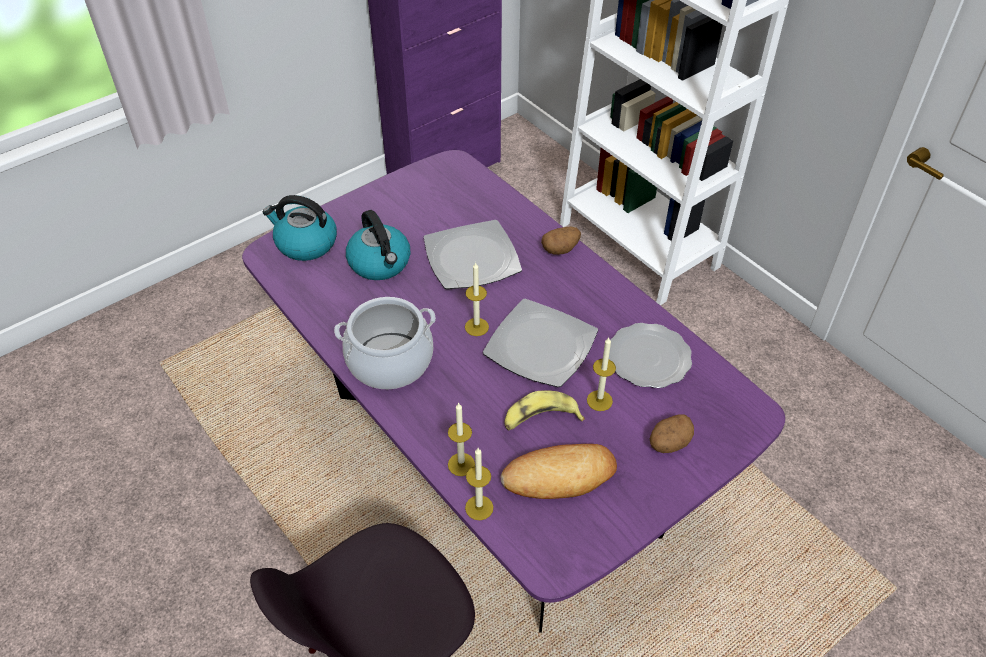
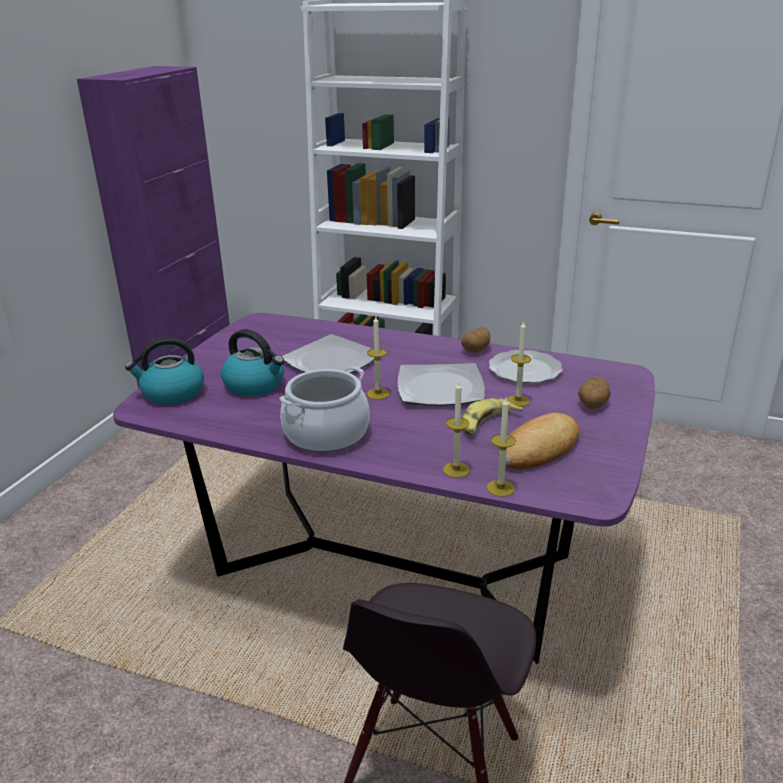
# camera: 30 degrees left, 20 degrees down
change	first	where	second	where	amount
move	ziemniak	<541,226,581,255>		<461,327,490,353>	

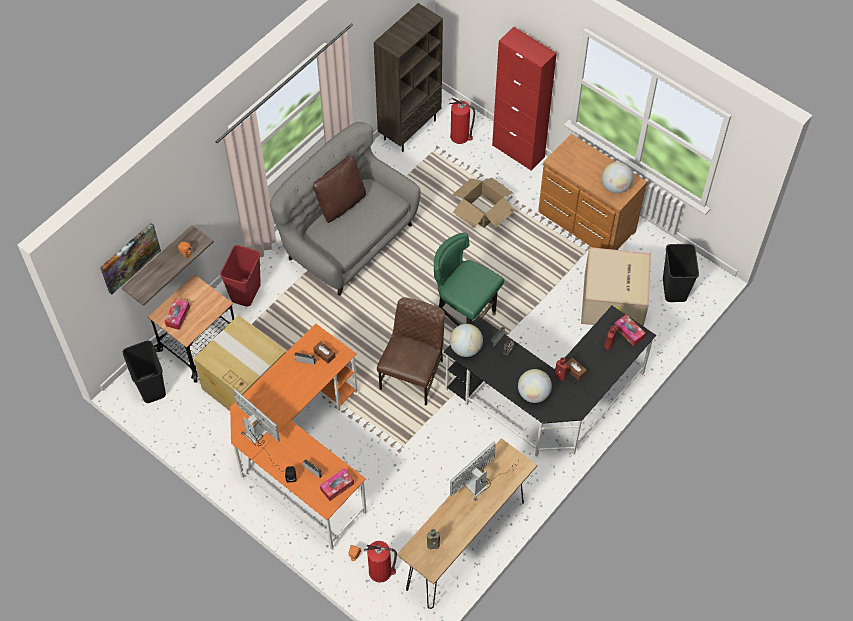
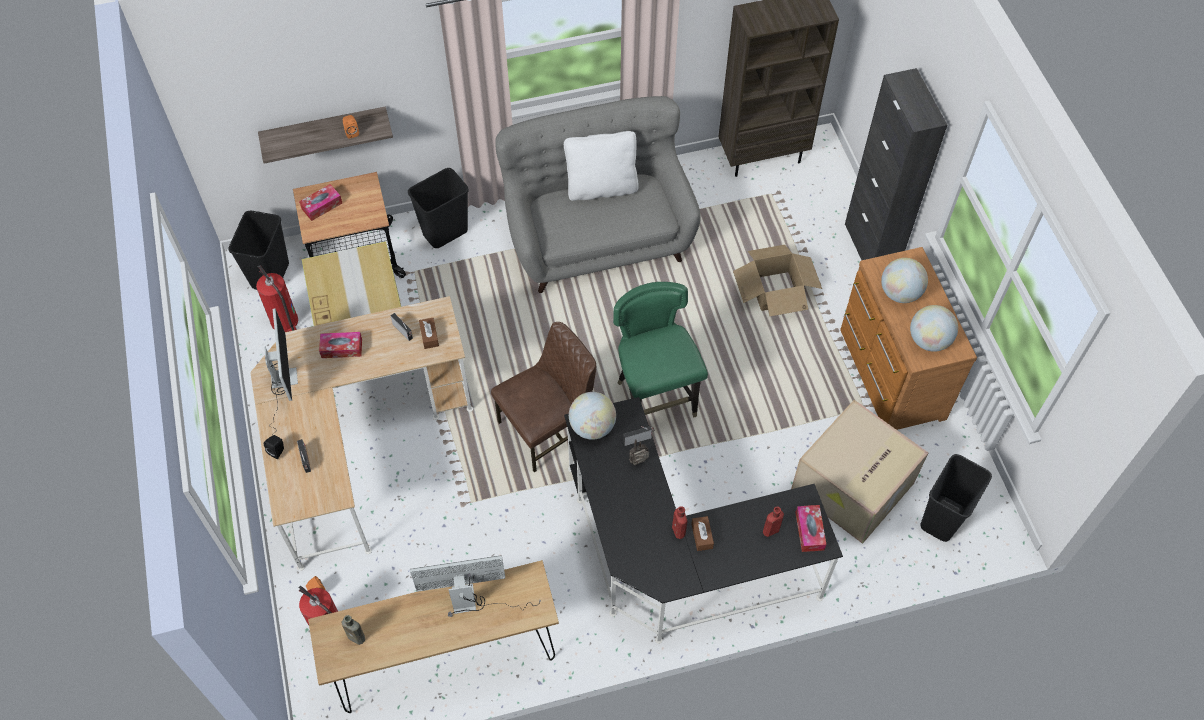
# camera: 35 degrees right, 0 degrees up
change	first	where	second	where	amount
delete	obraz	<100,223,161,295>			
move	pudełko chusteczek	<320,468,354,501>		<319,332,362,358>	
move	gaśnica	<449,98,475,144>		<256,265,298,332>	
move	globus	<518,369,552,403>		<881,258,928,303>	
recolor	kosz na śmieci [czerwony]	<220,245,261,306>	kosz na śmieci [czarny]	<408,168,469,248>	
recolor	biurko [pomarańczowy]	<230,324,367,551>	biurko [beżowy]	<250,296,473,571>	
recolor	poduszka [brązowy]	<313,156,366,223>	poduszka [biały]	<564,131,639,201>	
recolor	szafka [czerwony]	<492,27,557,171>	szafka [czarny]	<845,68,947,260>	

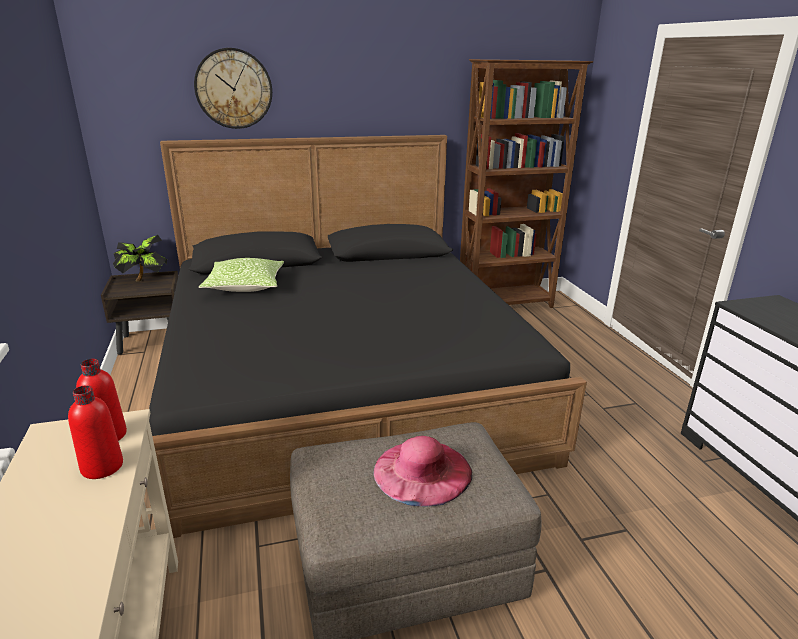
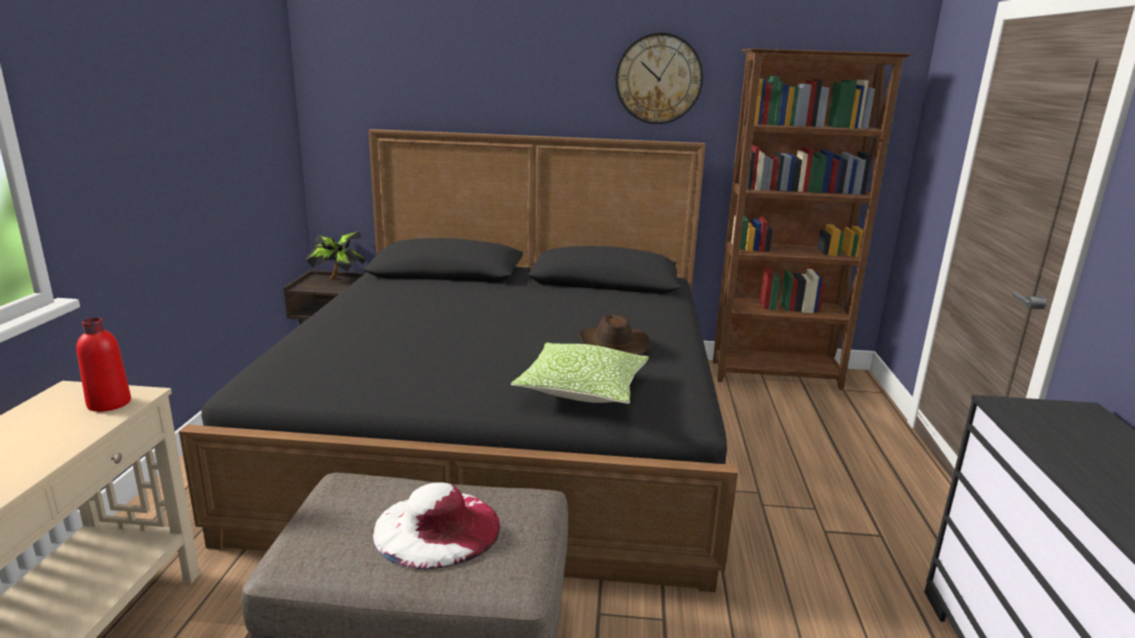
# camera: 20 degrees right, 5 degrees down
change	first	where	second	where	amount
delete	butelka [czerwony]	<68,385,123,479>			
insert			kapelusz [brązowy]	<579,314,650,355>	
move	zegar ścienny	<194,48,272,129>		<615,32,703,124>	
move	poduszka	<199,258,284,292>		<511,342,649,404>	
recolor	kapelusz [różowy]	<373,436,472,507>	kapelusz [biały]	<373,482,500,570>	

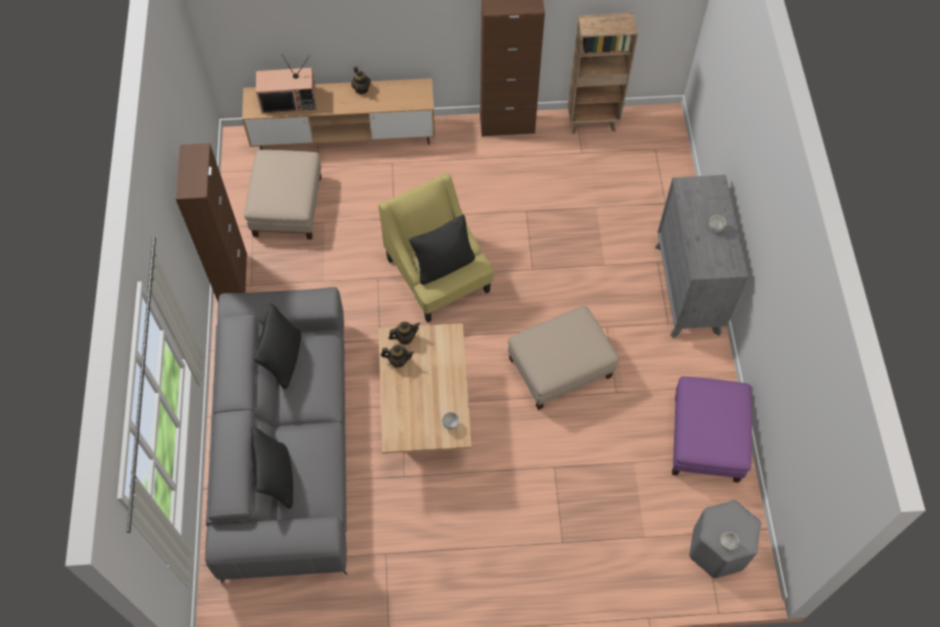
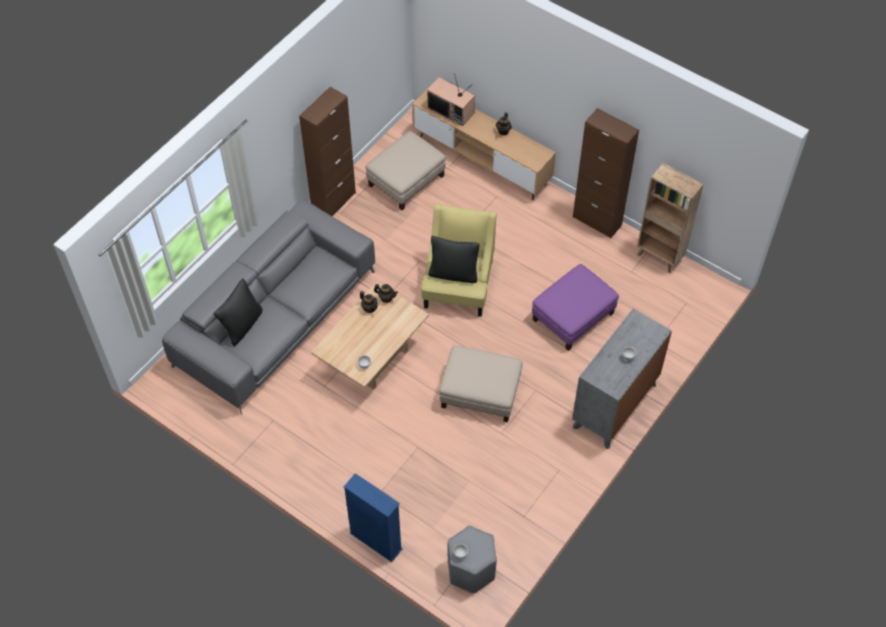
# camera: 40 degrees right, 5 degrees down
change	first	where	second	where	amount
delete	poduszka [czarny]	<254,304,301,389>			
insert			regał [niebieski]	<344,473,403,562>	
move	pufa [fioletowy]	<672,376,752,483>		<532,264,619,351>	

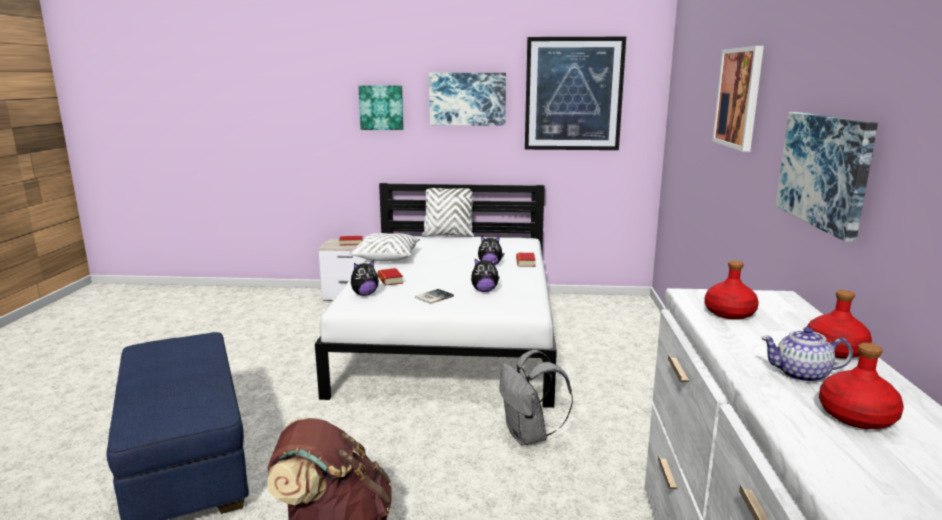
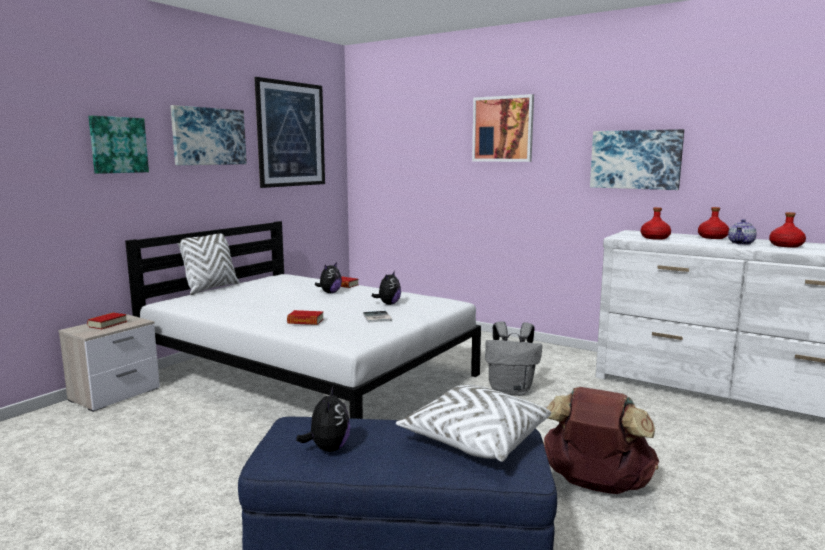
# camera: 60 degrees left, 5 degrees down
change	first	where	second	where	amount
move	poduszka [biały]	<349,233,420,261>		<396,385,551,462>	
move	pluszak	<351,260,379,296>		<296,387,350,452>	

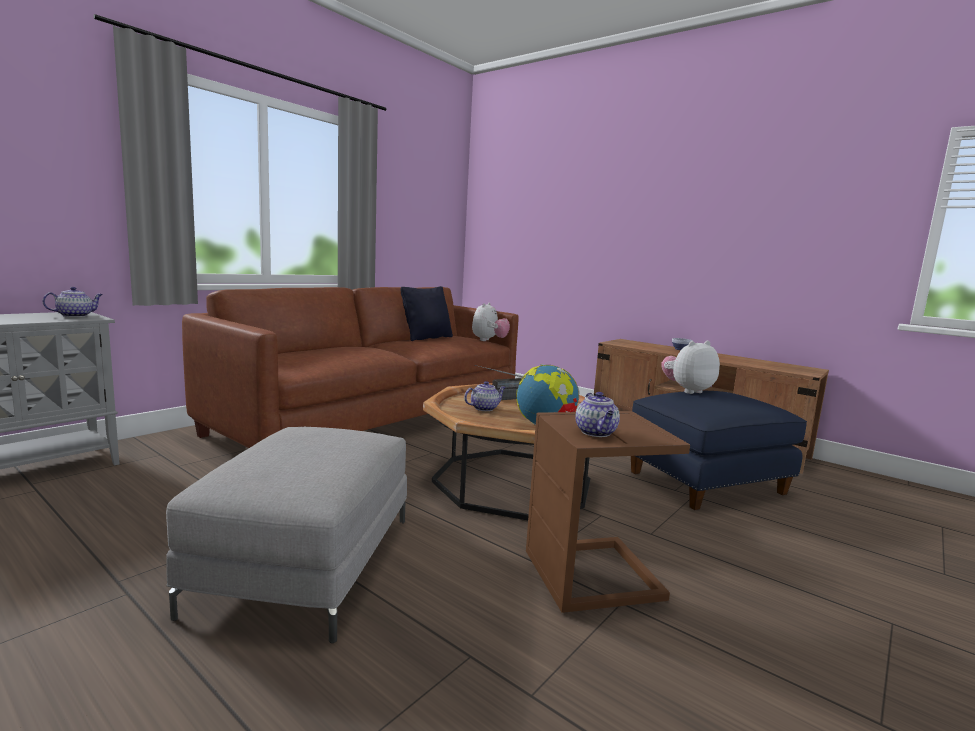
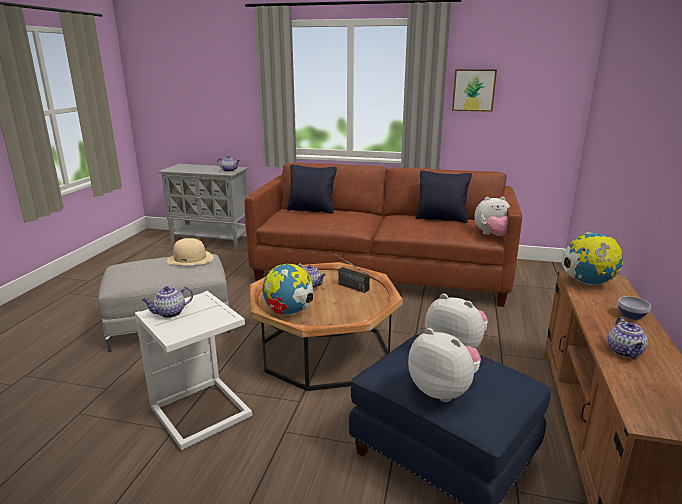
# camera: 65 degrees right, 10 degrees up
change	first	where	second	where	amount
insert			kapelusz [beżowy]	<167,238,214,265>	
insert			poduszka [czarny]	<287,164,337,214>	
insert			pluszak	<408,328,481,402>	
insert			obraz	<452,69,497,112>	
insert			globus	<564,232,623,285>	
insert			imbryk	<608,317,648,358>	
recolor	stolik [brązowy]	<526,411,690,613>	stolik [biały]	<135,291,252,450>	

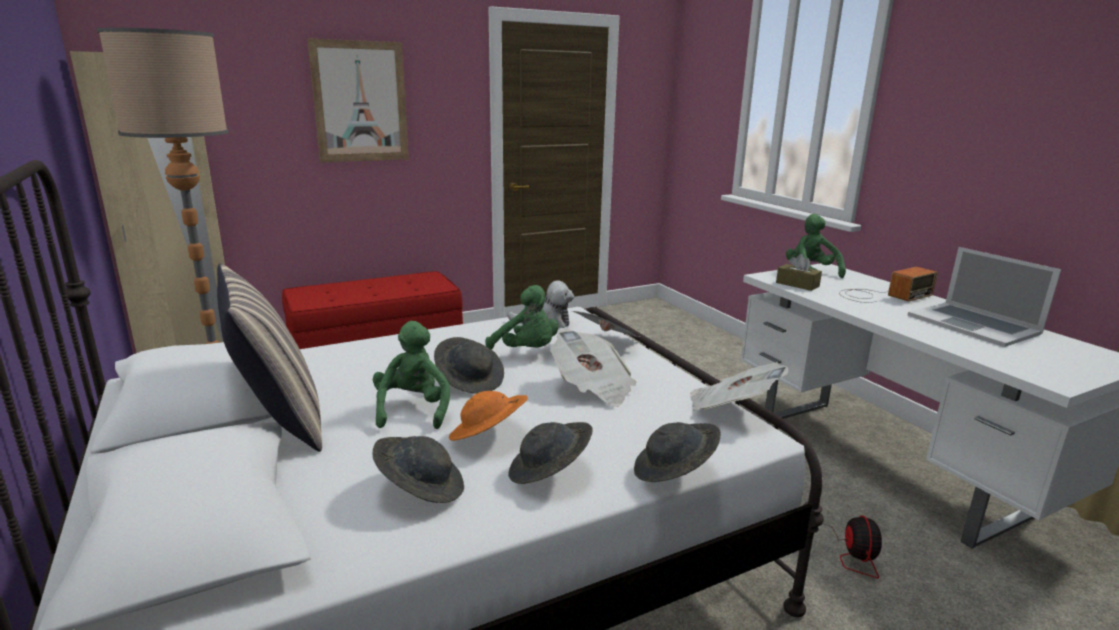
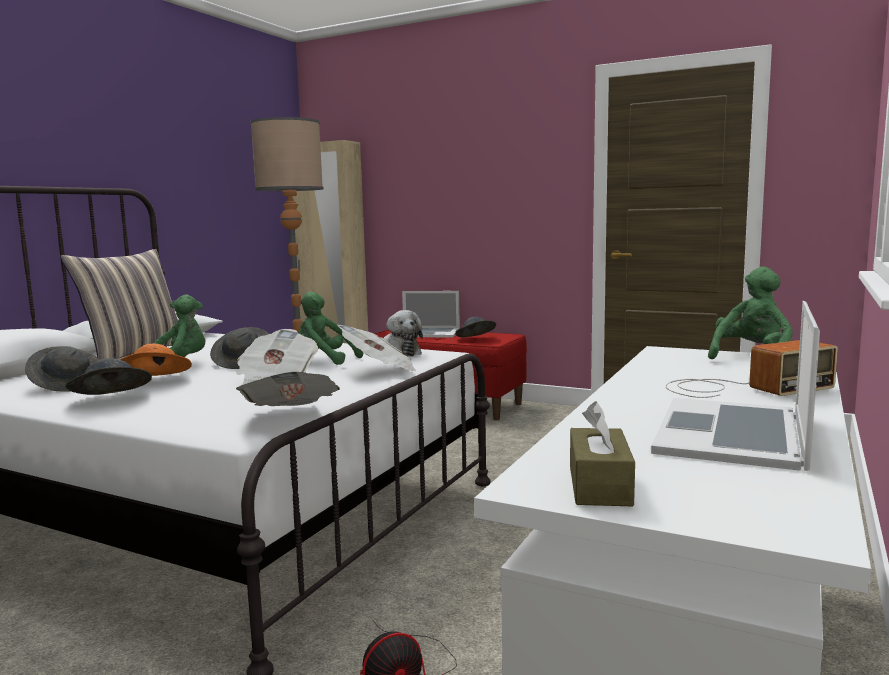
# camera: 55 degrees right, 10 degrees down
change	first	where	second	where	amount
delete	obraz	<307,38,409,163>			
insert			laptop	<402,291,460,338>	
move	kapelusz [szary]	<634,422,721,482>		<455,317,496,337>	
move	pudełko chusteczek [brązowy]	<776,254,822,291>		<570,401,635,506>	
rotate	pluszak [zielony]	<485,285,558,349>		<299,292,363,365>	105 degrees clockwise
rotate	radio	<839,267,938,303>		<666,340,838,398>	45 degrees counterclockwise

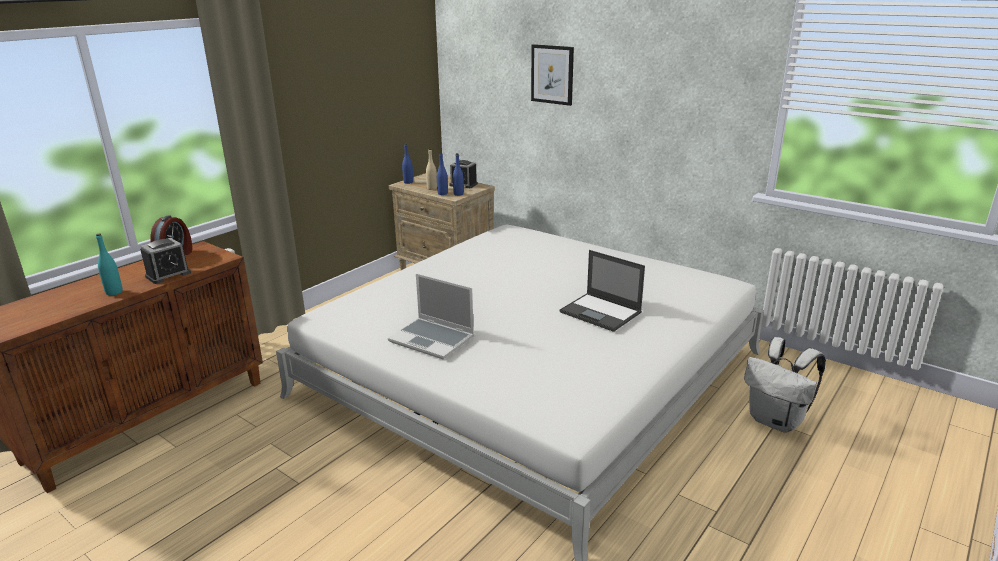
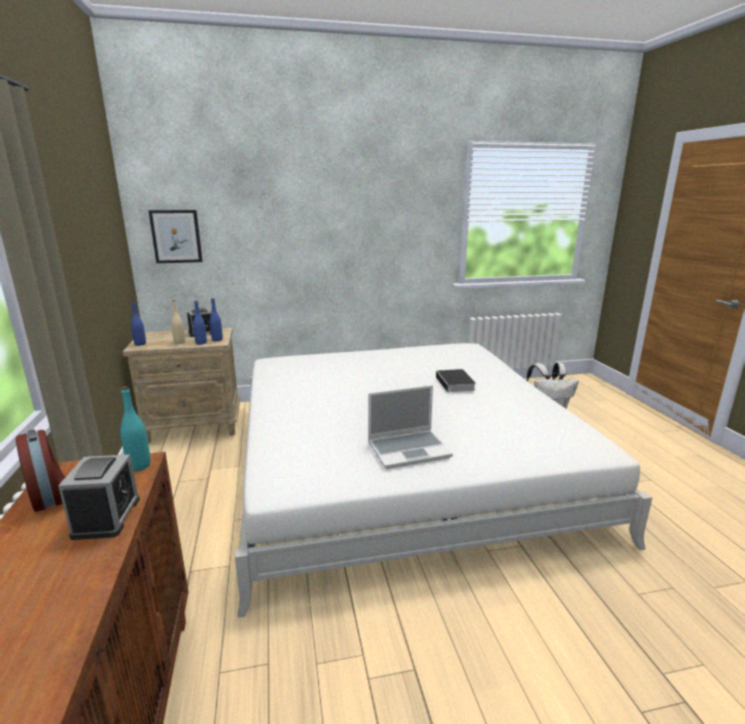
# camera: 50 degrees left, 5 degrees down
change	first	where	second	where	amount
move	butelka [turkusowy]	<96,234,123,295>		<120,386,151,471>	
move	obraz	<531,44,574,106>		<148,210,203,263>	
replace	laptop	<560,250,645,332>	książka	<436,369,476,395>	

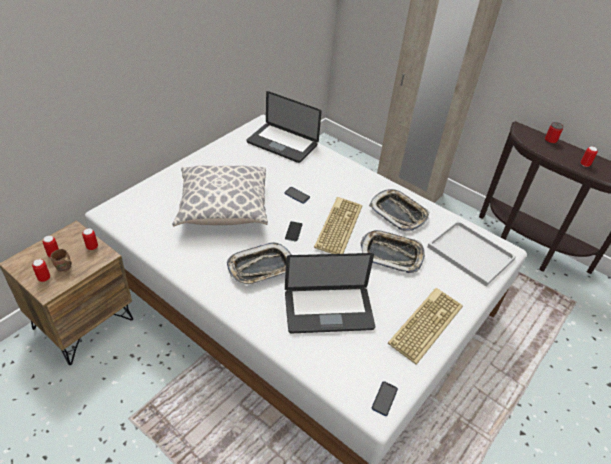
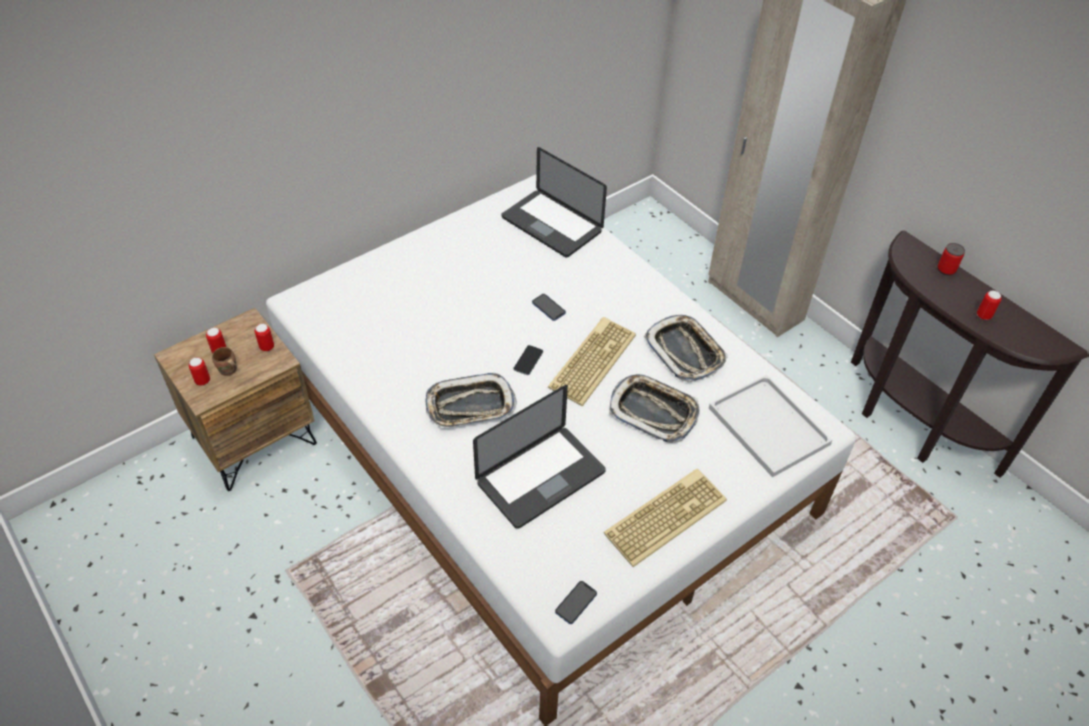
# camera: 15 degrees right, 5 degrees up
change	first	where	second	where	amount
delete	poduszka	<173,165,268,227>			
rotate	laptop	<285,253,375,333>		<473,385,606,529>	45 degrees counterclockwise

